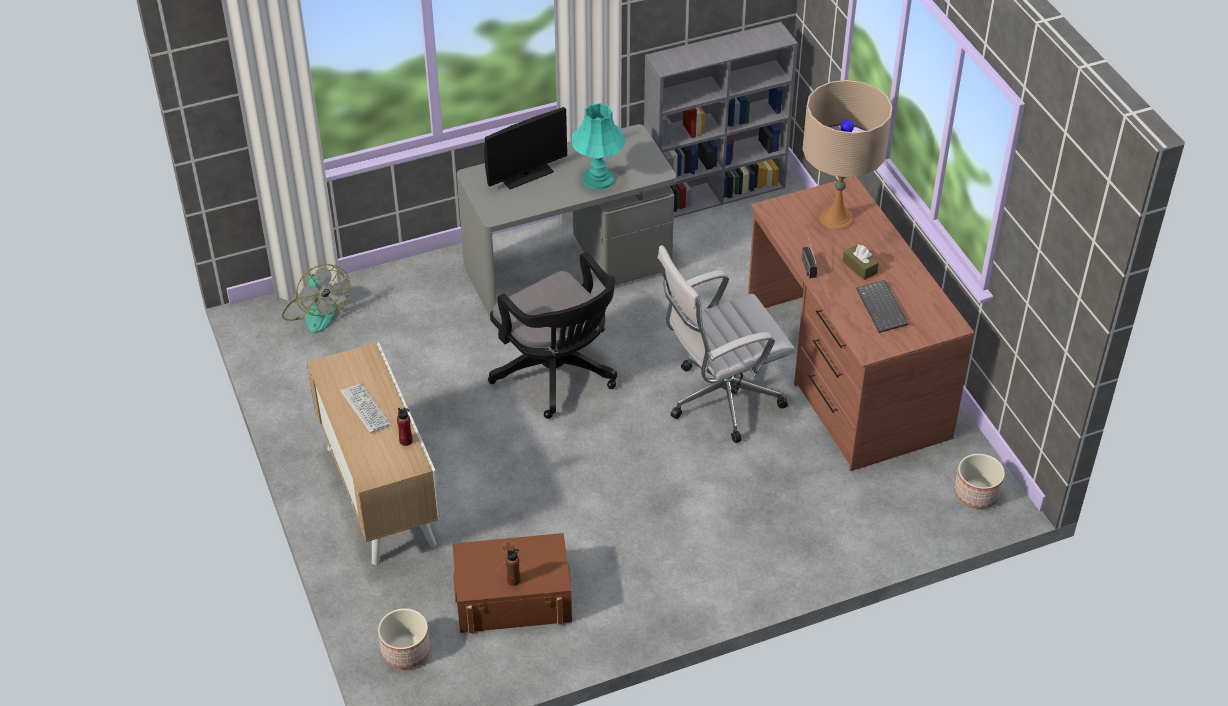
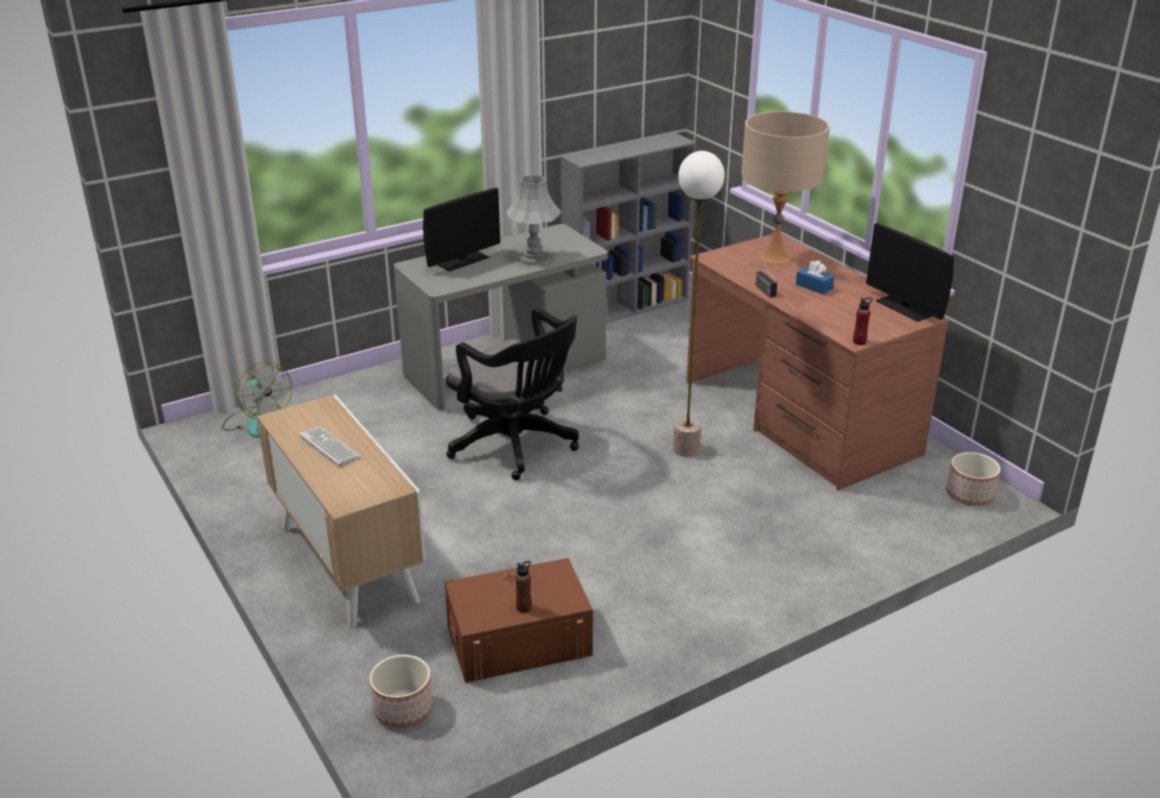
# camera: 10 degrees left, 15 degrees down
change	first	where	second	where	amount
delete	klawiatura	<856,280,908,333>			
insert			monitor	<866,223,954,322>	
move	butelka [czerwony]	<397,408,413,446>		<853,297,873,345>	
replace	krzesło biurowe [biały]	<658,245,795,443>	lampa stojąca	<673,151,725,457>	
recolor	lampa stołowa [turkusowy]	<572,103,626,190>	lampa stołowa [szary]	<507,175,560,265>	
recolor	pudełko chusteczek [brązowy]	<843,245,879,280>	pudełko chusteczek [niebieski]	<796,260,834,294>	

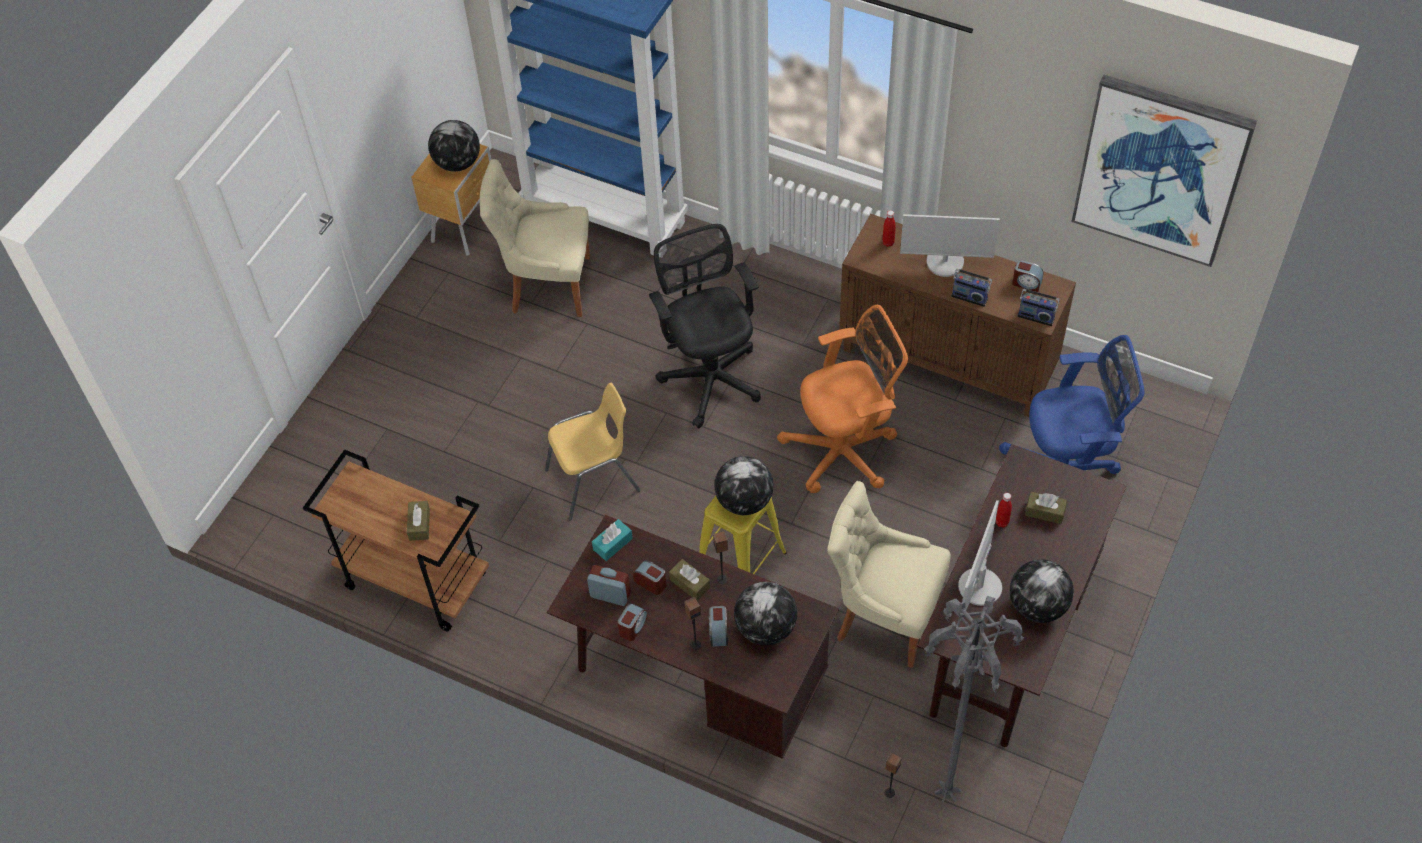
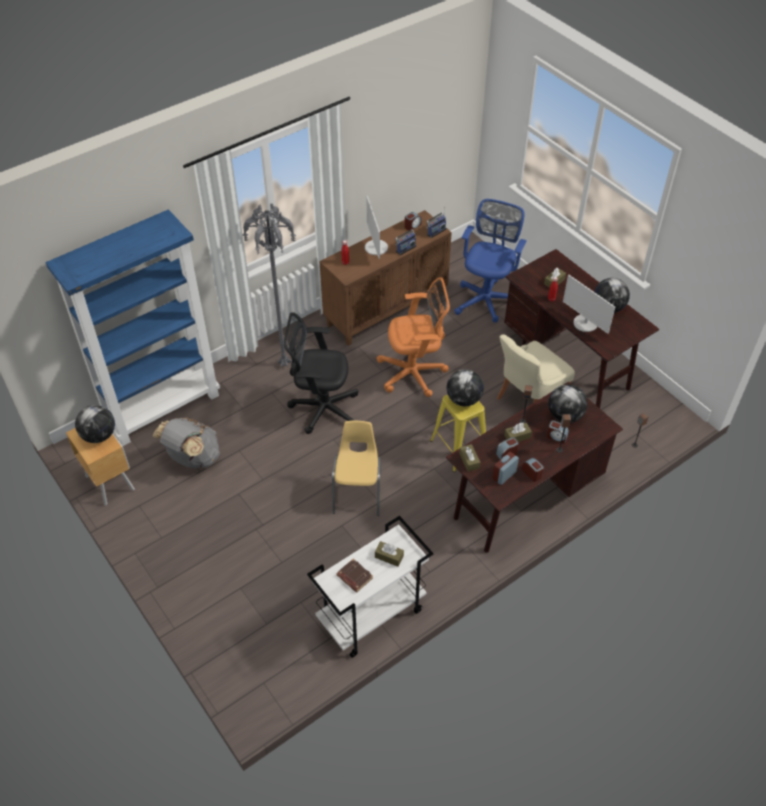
# camera: 65 degrees left, 5 degrees down
change	first	where	second	where	amount
delete	obraz	<1071,75,1257,267>			
insert			książka [brązowy]	<337,559,373,593>	
move	lampa stojąca [szary]	<924,596,1024,803>		<242,203,296,367>	
replace	krzesło [beżowy]	<480,159,590,317>	plecak [szary]	<153,417,220,468>	
recolor	wózek [brązowy]	<303,449,489,632>	wózek [biały]	<307,516,433,658>	
recolor	pudełko chusteczek [turkusowy]	<592,519,633,561>	pudełko chusteczek [brązowy]	<459,444,481,472>	
rotate	krzesło biurowe [pomarańczowy]	<777,305,908,493>		<376,277,450,397>	75 degrees clockwise
rotate	monitor	<900,214,1000,277>		<365,196,388,259>	135 degrees clockwise

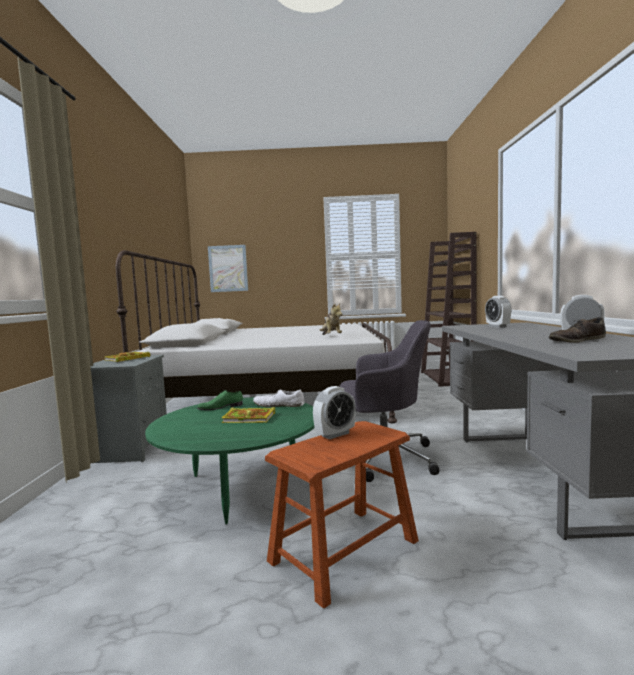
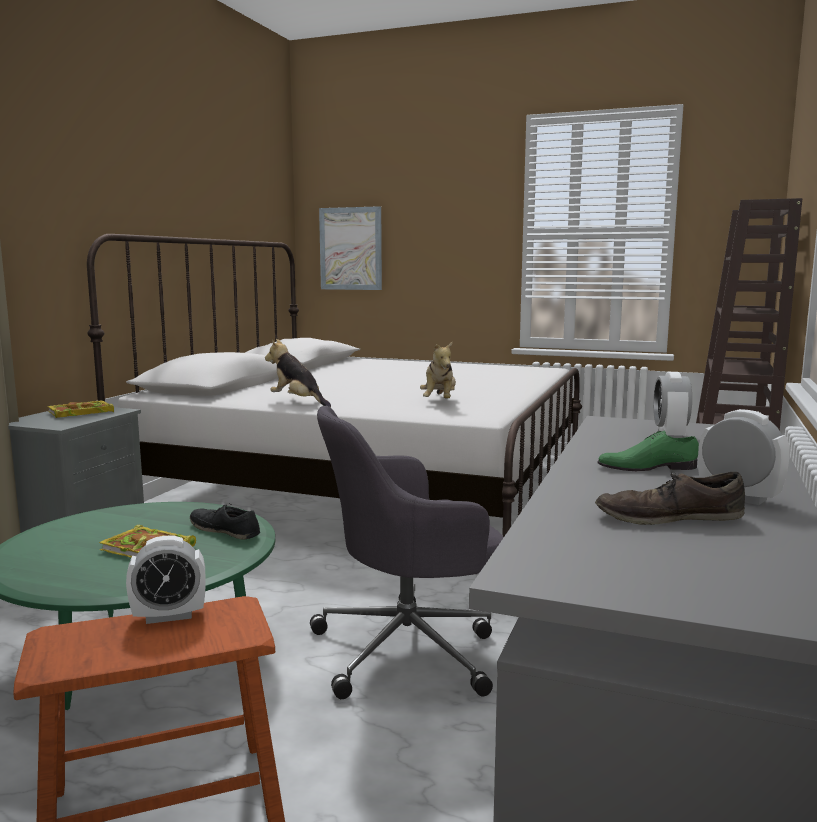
# camera: 20 degrees right, 5 degrees up
change	first	where	second	where	amount
insert			pluszak	<265,339,331,407>	
move	but [zielony]	<197,390,243,410>		<597,430,699,471>	
recolor	but [biały]	<253,389,305,407>	but [czarny]	<190,504,260,539>	
rotate	krzesło biurowe [szary]	<339,320,439,482>		<310,406,504,699>	135 degrees clockwise

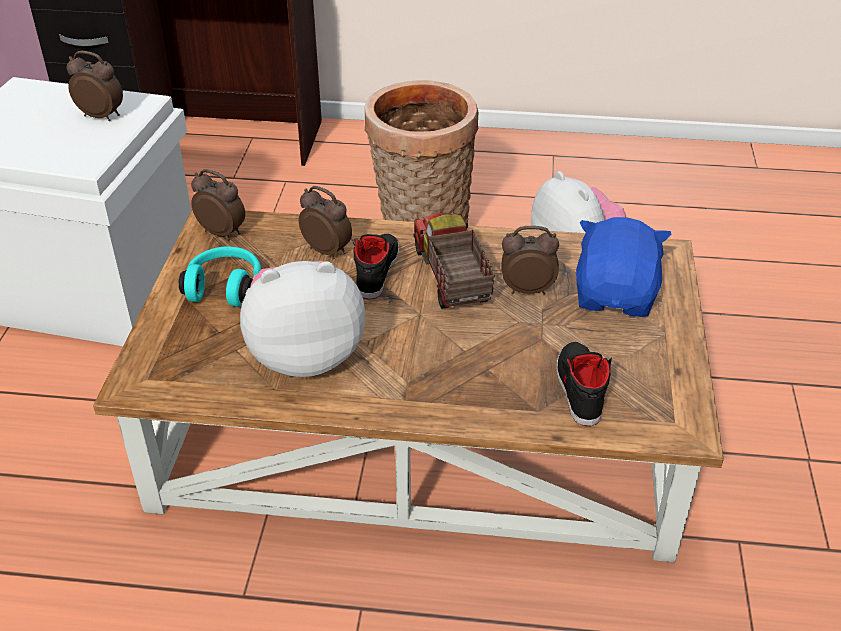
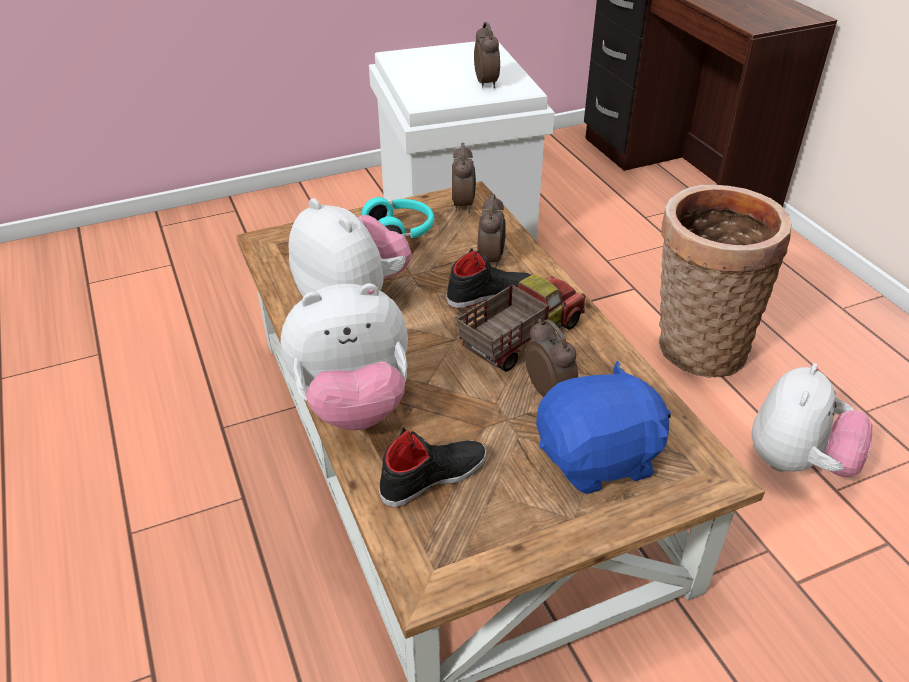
# camera: 60 degrees right, 0 degrees up
change	first	where	second	where	amount
insert			pluszak	<281,283,408,430>	

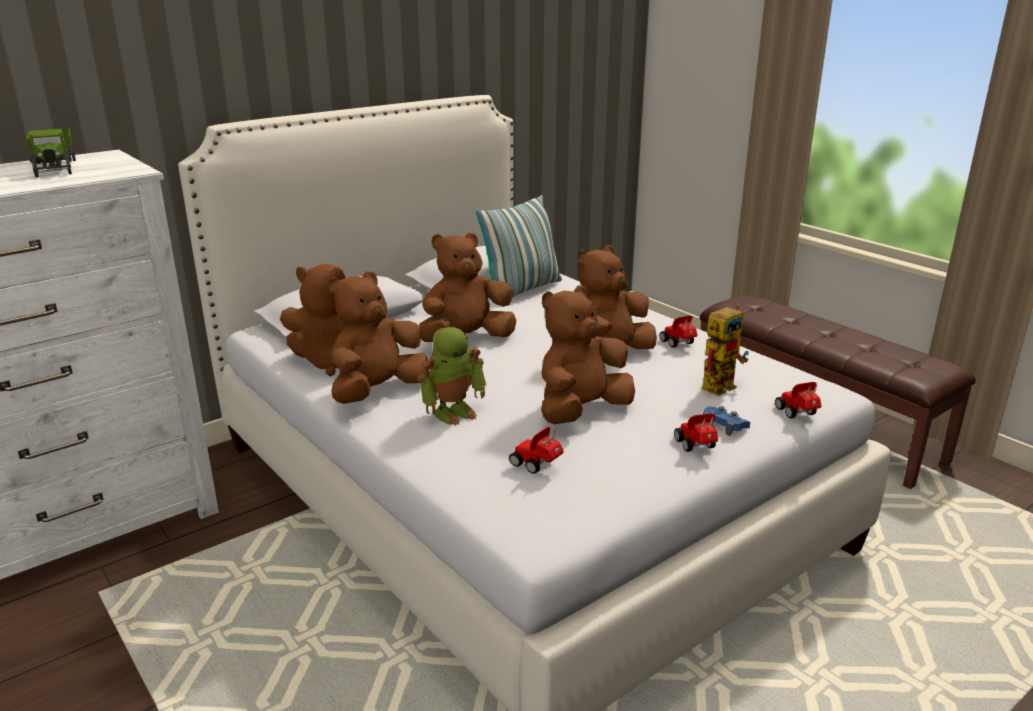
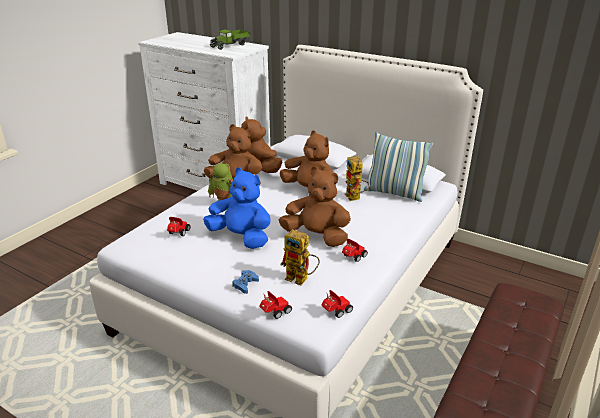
# camera: 70 degrees right, 5 degrees up
change	first	where	second	where	amount
insert			robot zabawkowy	<345,156,370,201>	
move	samochodzik	<674,413,718,452>		<322,290,353,318>	
recolor	pluszak [brązowy]	<541,285,635,424>	pluszak [niebieski]	<203,167,271,249>	

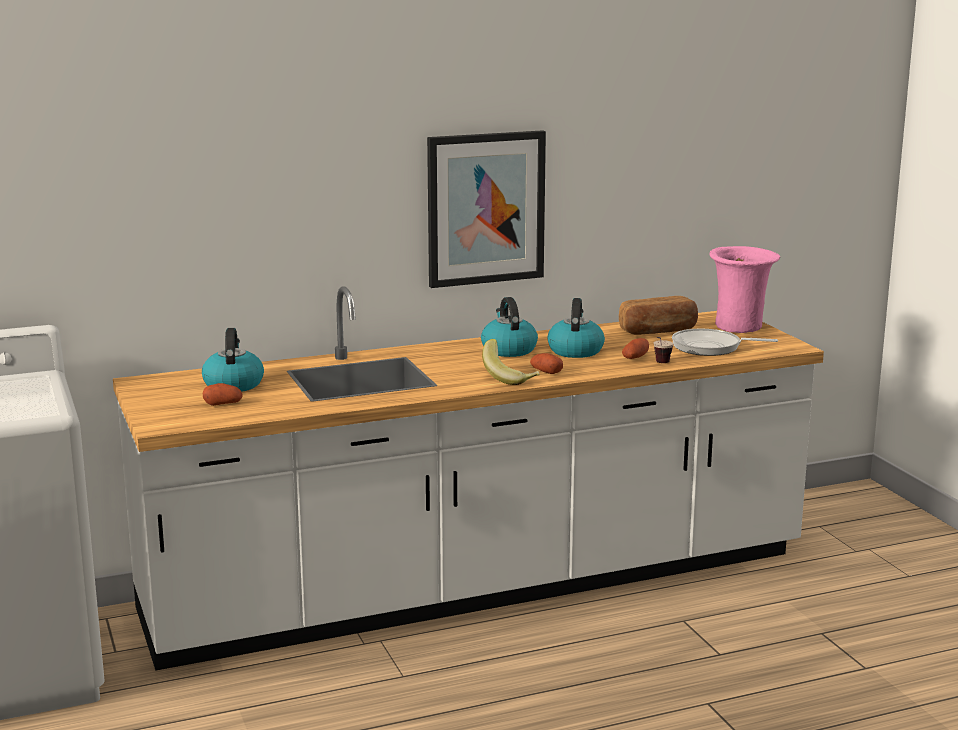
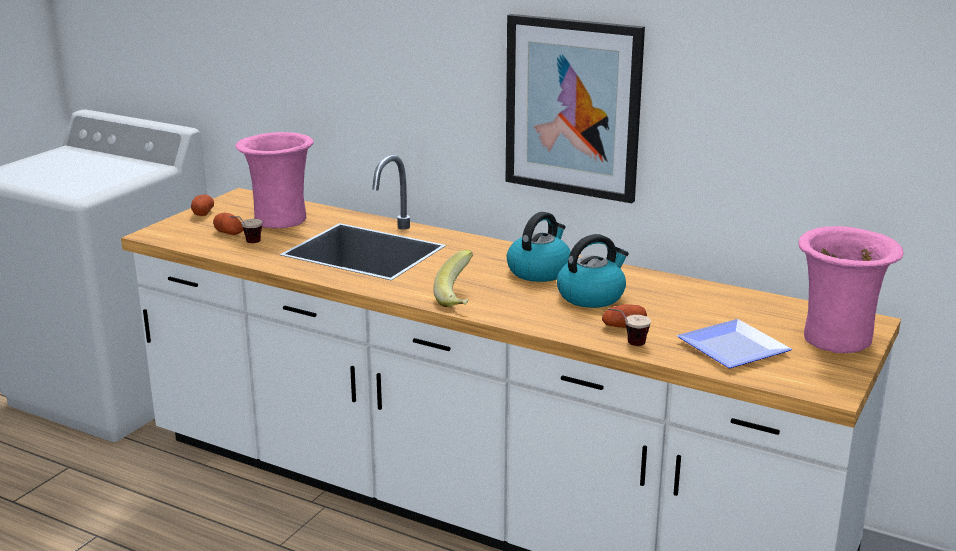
# camera: 50 degrees right, 5 degrees up
change	first	where	second	where	amount
delete	chleb	<619,296,698,335>			
insert			filiżanka	<229,216,262,243>	
move	ziemniak	<530,353,563,374>		<191,194,214,216>	
replace	czajnik	<202,328,264,392>	wazon [różowy]	<235,132,314,228>	
replace	patelnia	<672,329,778,356>	talerz	<677,319,792,368>	

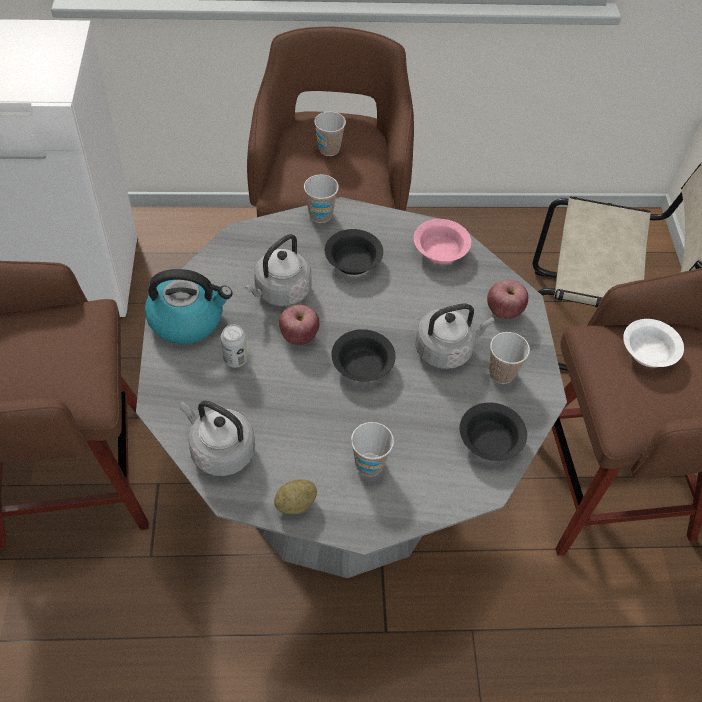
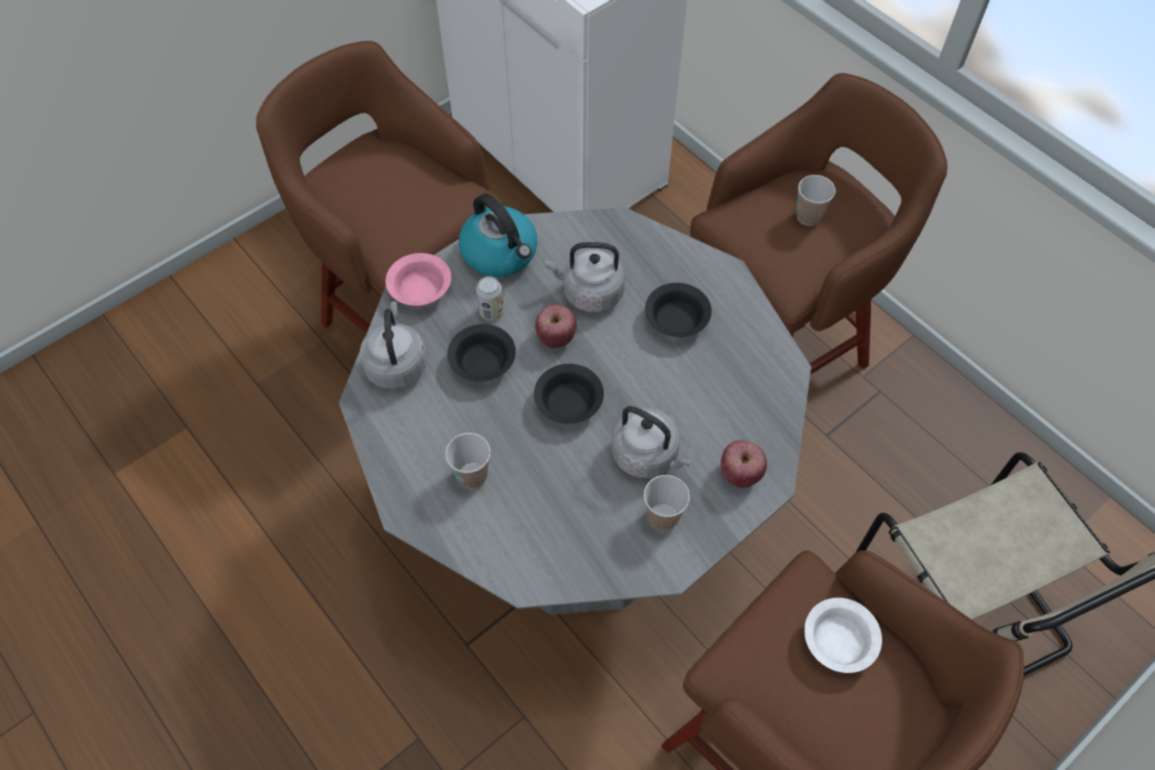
# camera: 55 degrees right, 5 degrees up
change	first	where	second	where	amount
delete	ziemniak	<274,479,317,514>			
delete	filiżanka	<304,174,339,223>			
move	miska [różowy]	<414,219,471,264>		<386,253,451,306>	
move	miska [czarny]	<460,403,527,461>		<447,324,516,381>	

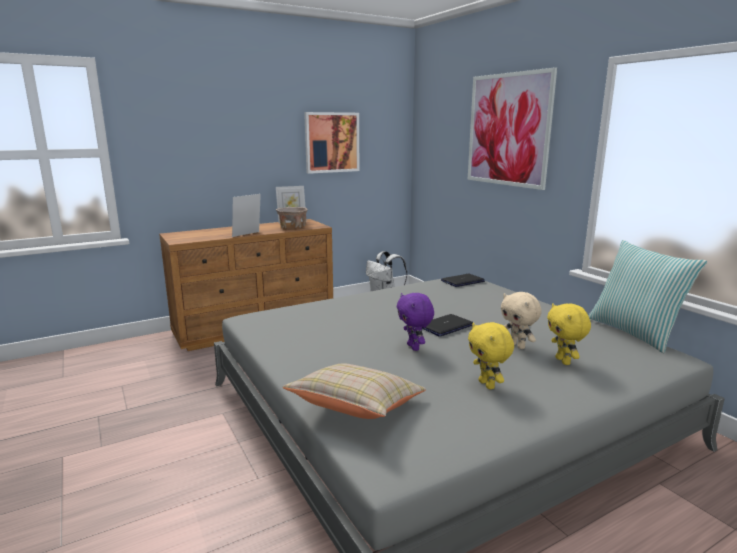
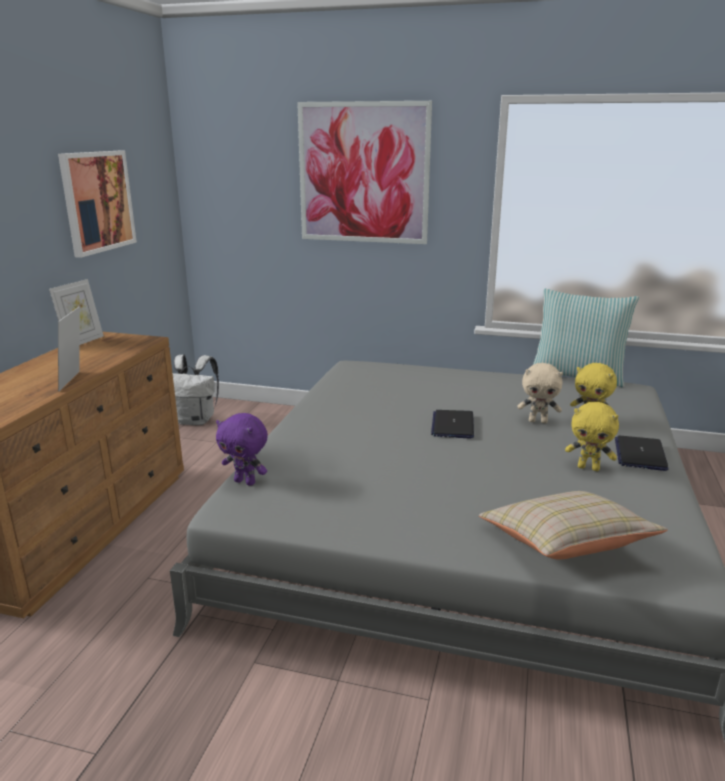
# camera: 45 degrees left, 5 degrees up
change	first	where	second	where	amount
delete	miska [beżowy]	<276,207,307,229>			
move	pluszak [fioletowy]	<397,293,434,351>		<216,413,268,486>	
move	laptop	<441,274,485,287>		<615,436,668,471>	

